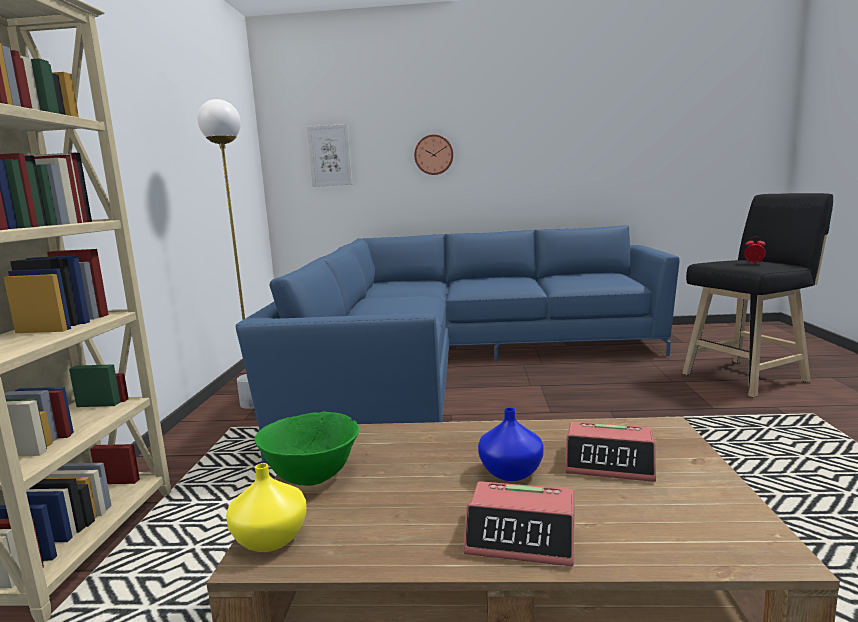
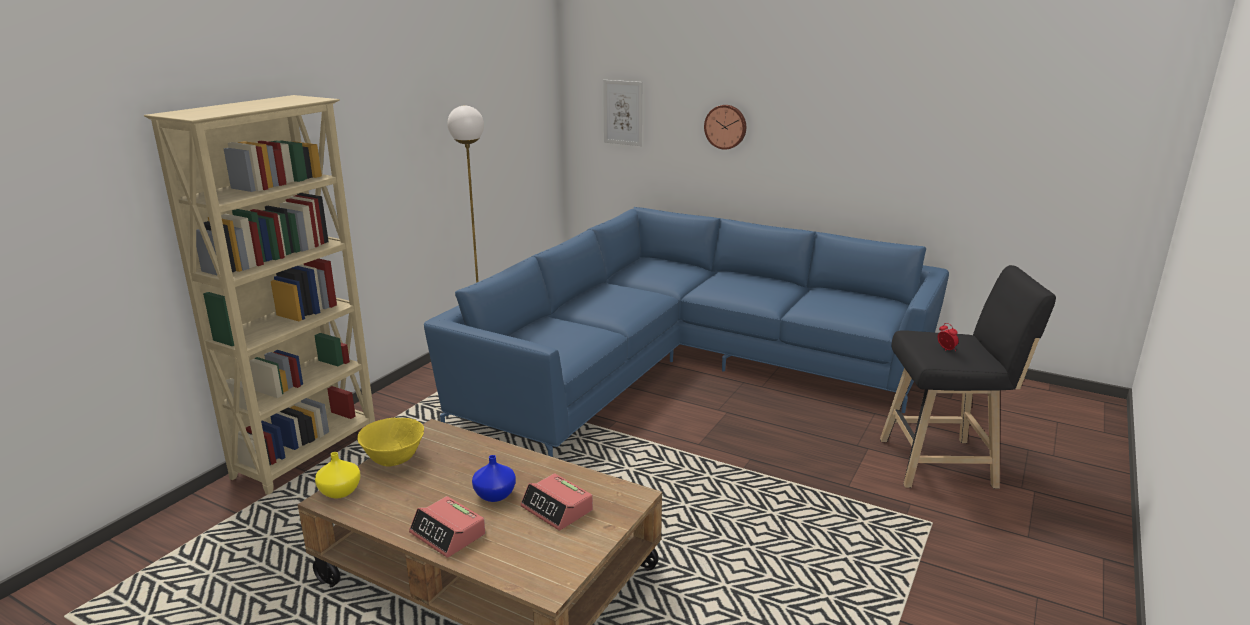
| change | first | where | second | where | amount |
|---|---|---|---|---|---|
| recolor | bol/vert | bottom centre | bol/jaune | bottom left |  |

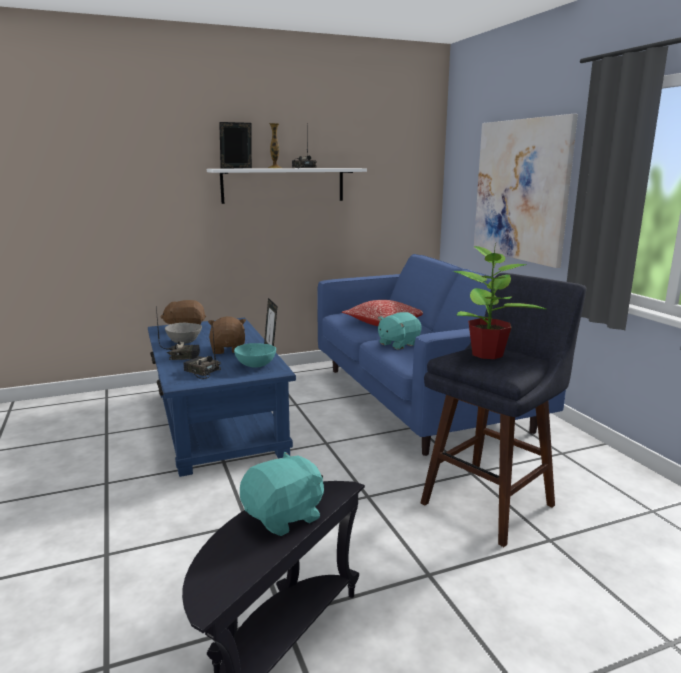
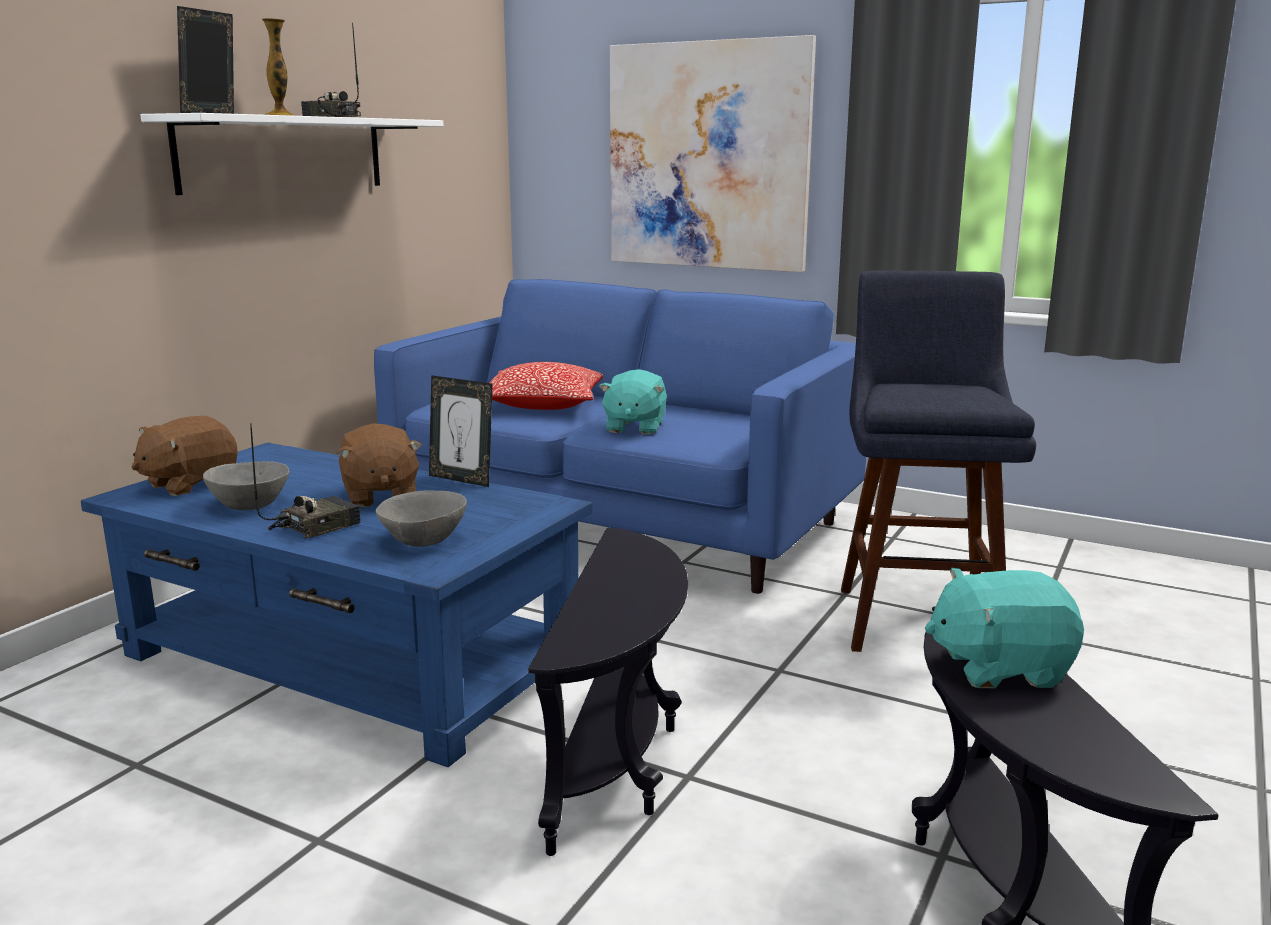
| change | first | where | second | where | amount |
|---|---|---|---|---|---|
| delete | bol/turquoise | centre |  |  |  |
| delete | plante en pot | middle right |  |  |  |
| insert |  |  | table d'appoint/noir (1st from left) | bottom centre |  |
| replace | radio (2nd from left) | middle left | bol/gris (2nd from left) | middle left |  |
| rotate | peluche/marron (2nd from left) | centre |  | middle left | 150 degrees counterclockwise |
| rotate | peluche/turquoise (1st from left in the first image) | bottom centre | peluche/turquoise (2nd from left) | bottom right | 105 degrees counterclockwise |

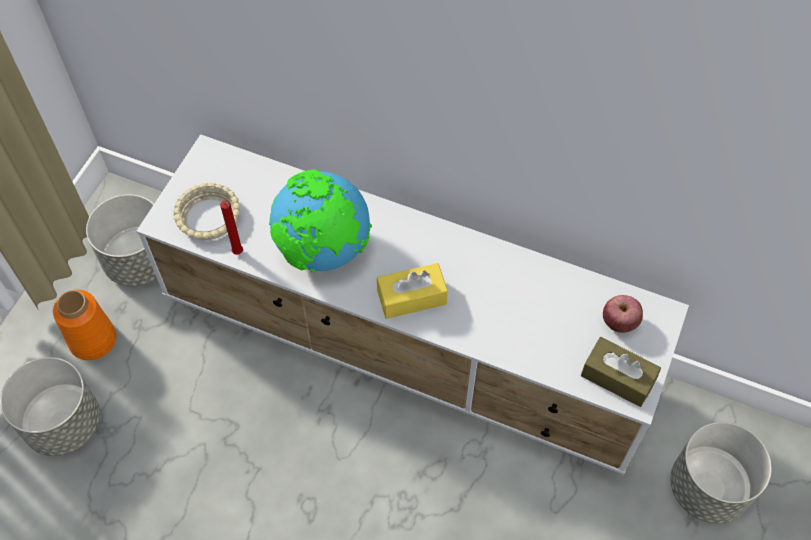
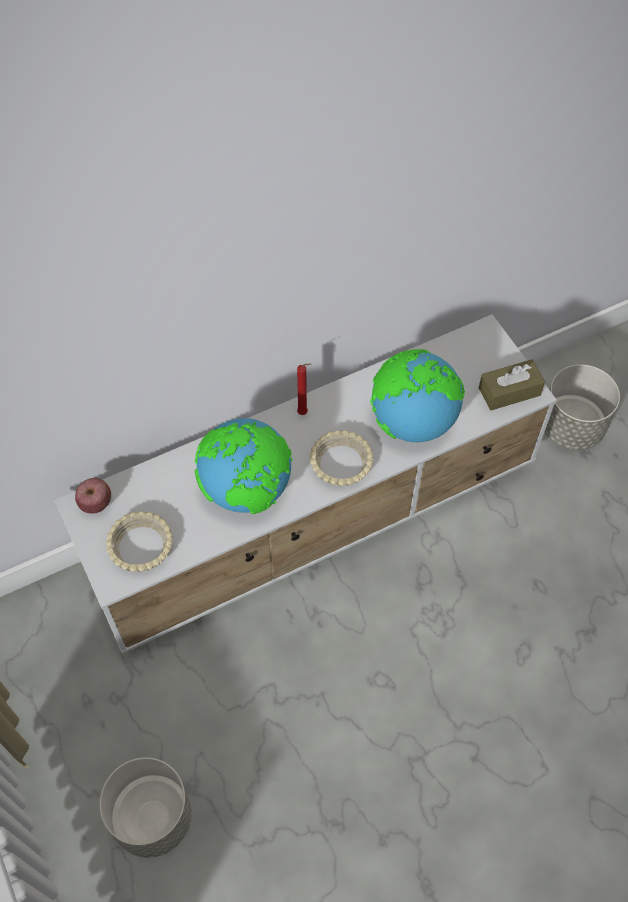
| change | first | where | second | where | amount |
|---|---|---|---|---|---|
| delete | vase/orange | middle left |  |  |  |
| delete | cache-pot/gris (2nd from left) | middle left |  |  |  |
| insert |  |  | globe (2nd from left) | centre |  |
| move | bougie/rouge | middle left |  | centre |  |
| move | pomme | middle right |  | middle left |  |
| replace | boîte à mouchoirs/jaune | centre | bol/beige (2nd from left) | centre |  |

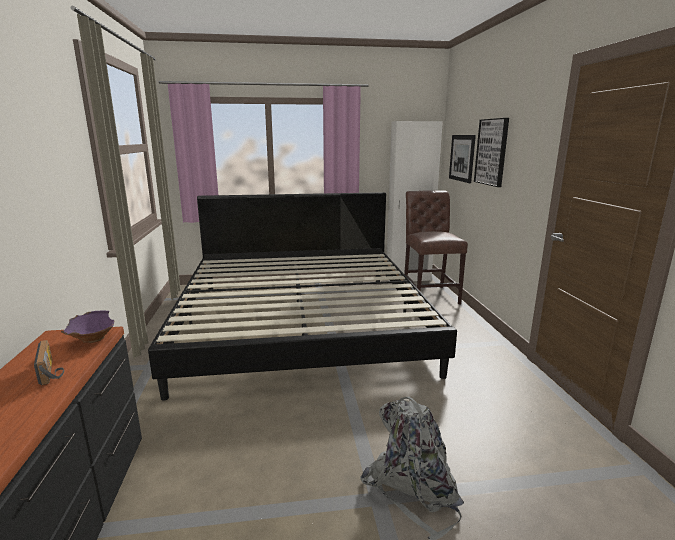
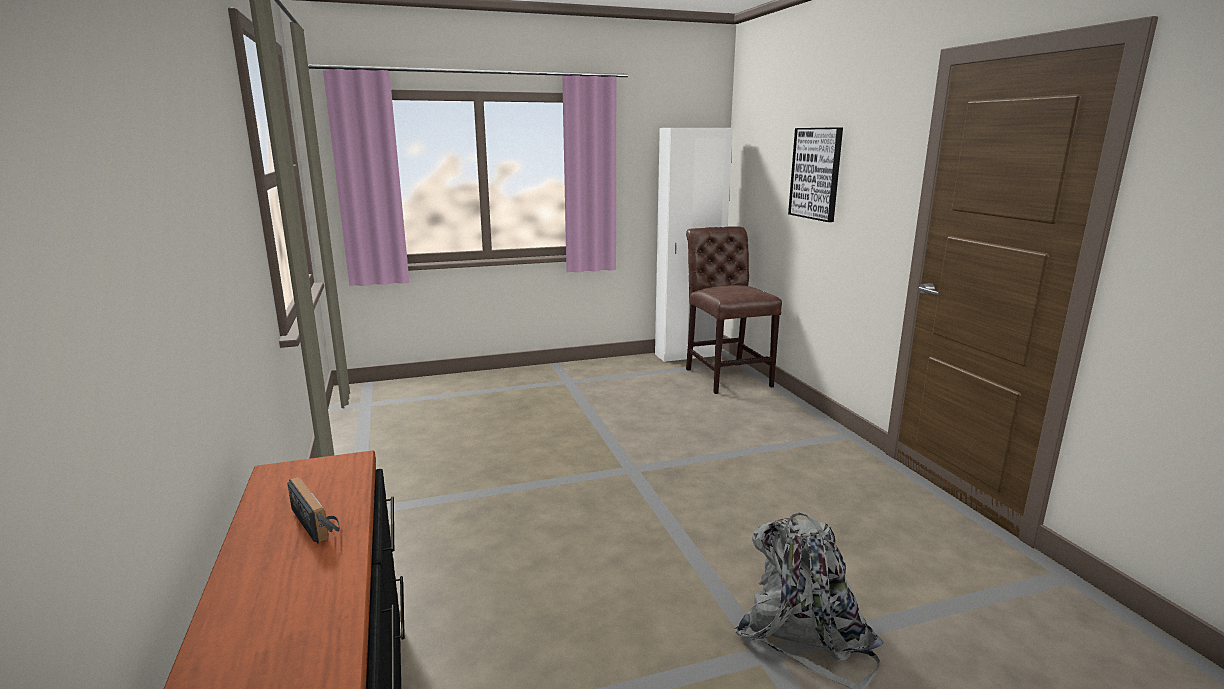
| change | first | where | second | where | amount |
|---|---|---|---|---|---|
| delete | bol/violet | middle left |  |  |  |
| delete | lit | centre |  |  |  |
| delete | tableau (1st from left) | top right |  |  |  |

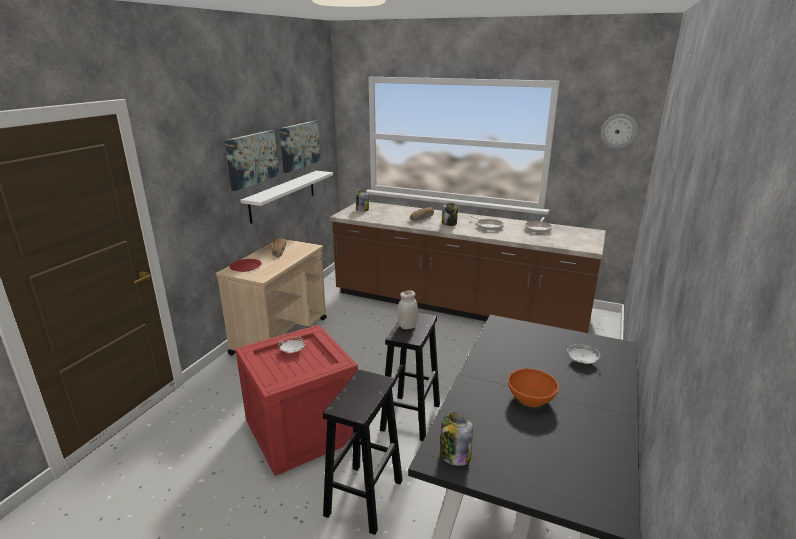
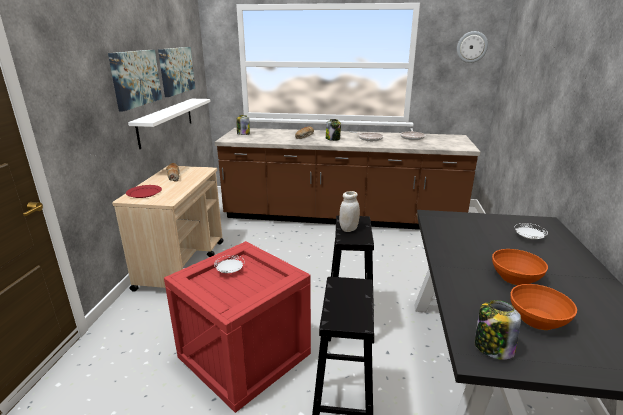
| change | first | where | second | where | amount |
|---|---|---|---|---|---|
| insert |  |  | bol/orange (2nd from left) | bottom right |  |

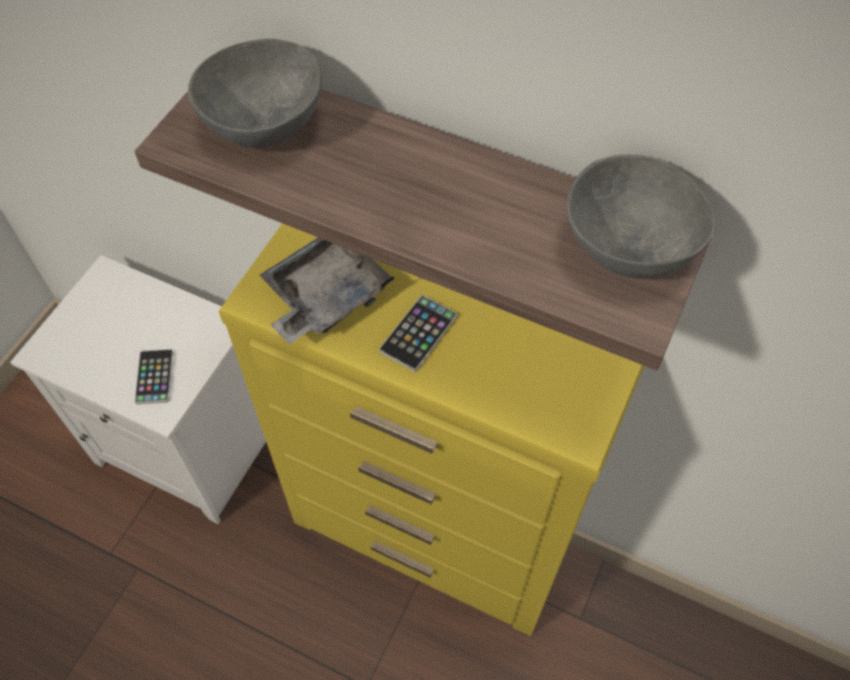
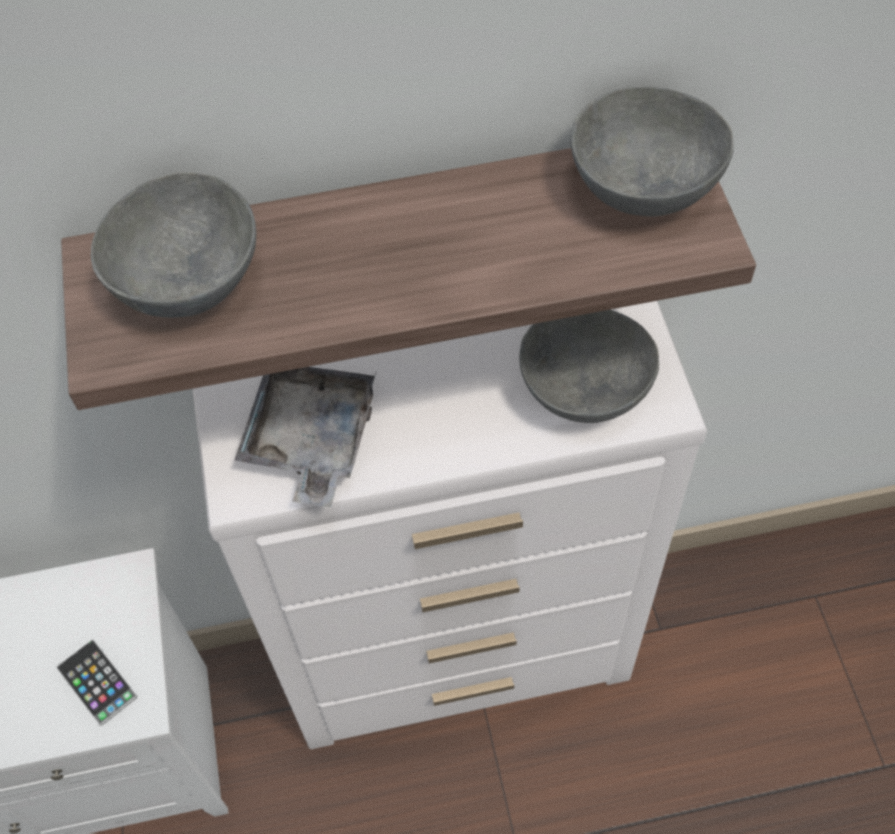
| change | first | where | second | where | amount |
|---|---|---|---|---|---|
| delete | téléphone (2nd from left) | centre |  |  |  |
| insert |  |  | bol/gris (2nd from left) | centre |  |
| recolor | commode/jaune | centre | commode/blanc | centre |  |

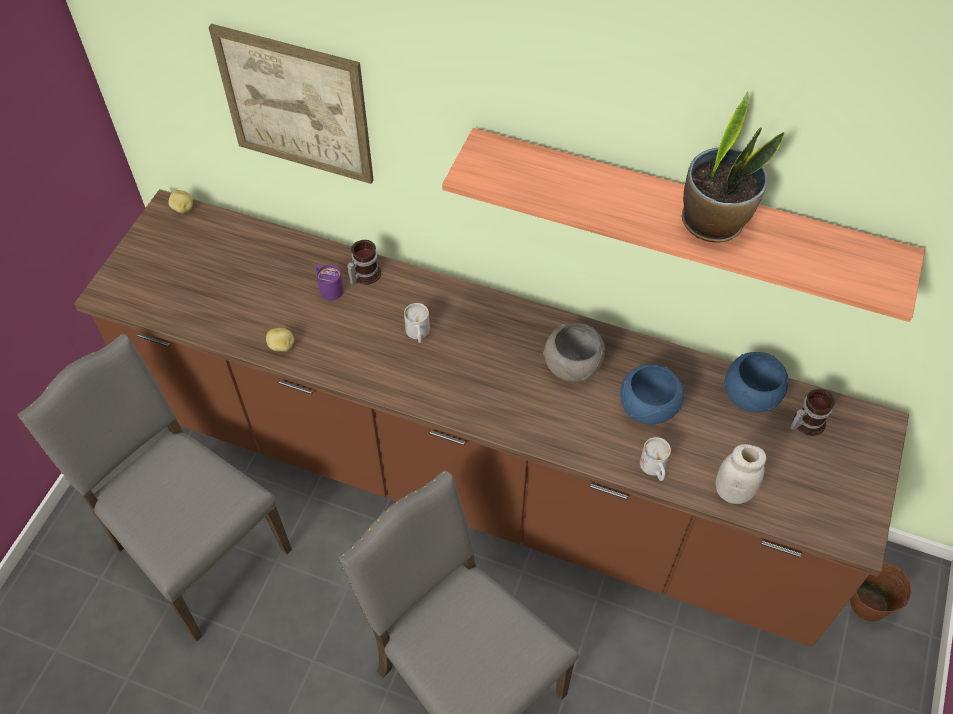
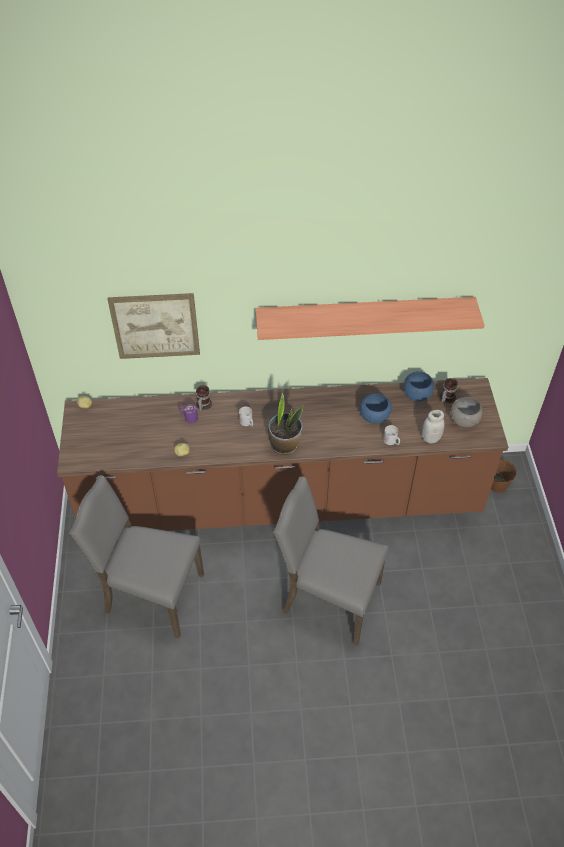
| change | first | where | second | where | amount |
|---|---|---|---|---|---|
| move | bol/gris | centre |  | middle right |  |
| move | plante en pot | top right |  | centre |  |

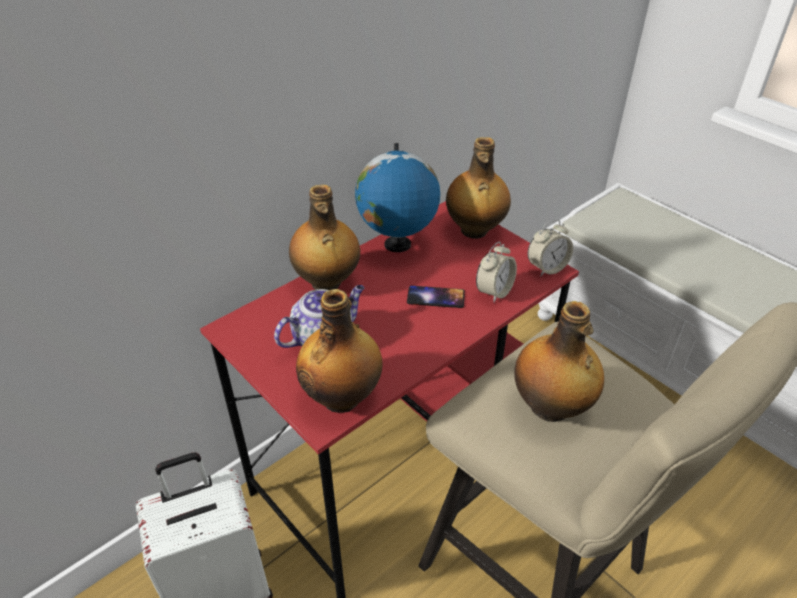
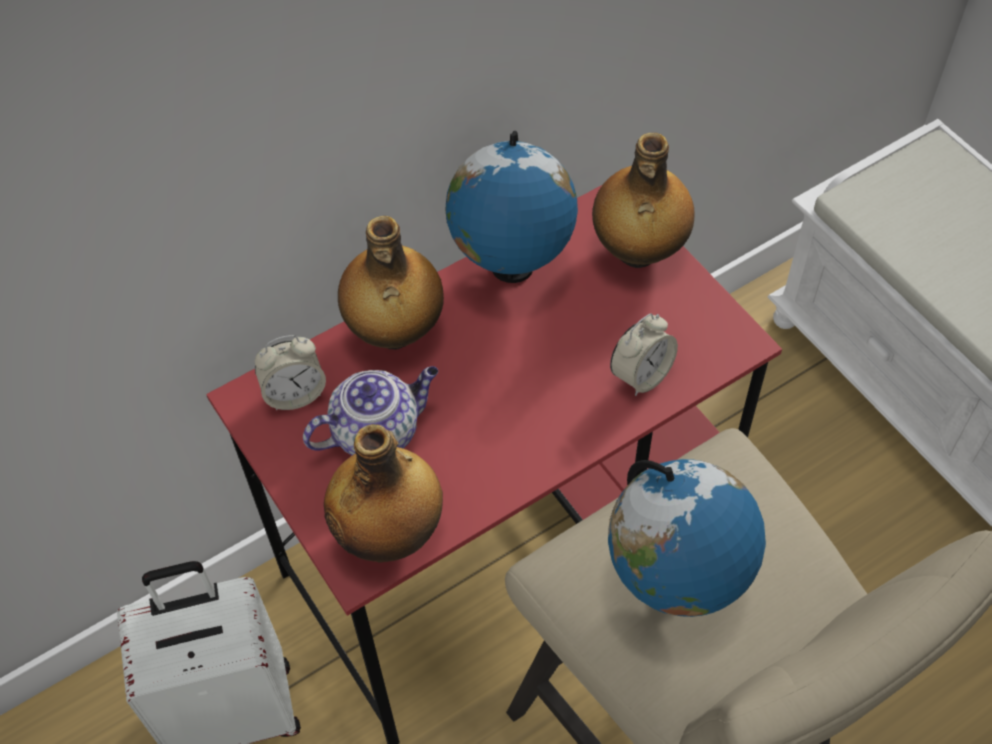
| change | first | where | second | where | amount |
|---|---|---|---|---|---|
| delete | téléphone | centre |  |  |  |
| move | réveil (2nd from left in the first image) | middle right | réveil (1st from left) | middle left |  |
| replace | bouteille (4th from left) | middle right | globe (2nd from left) | bottom right |  |

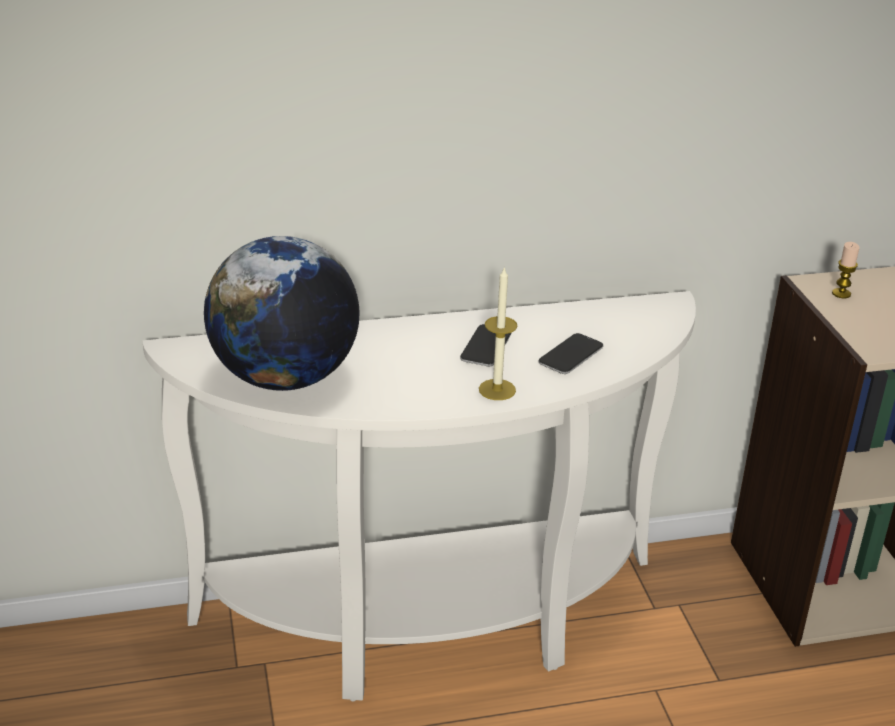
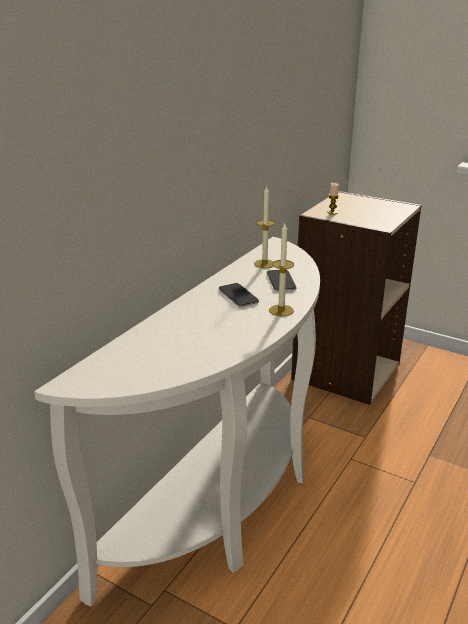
| change | first | where | second | where | amount |
|---|---|---|---|---|---|
| delete | globe | middle left |  |  |  |
| insert |  |  | bougie (1st from left) | centre |  |

